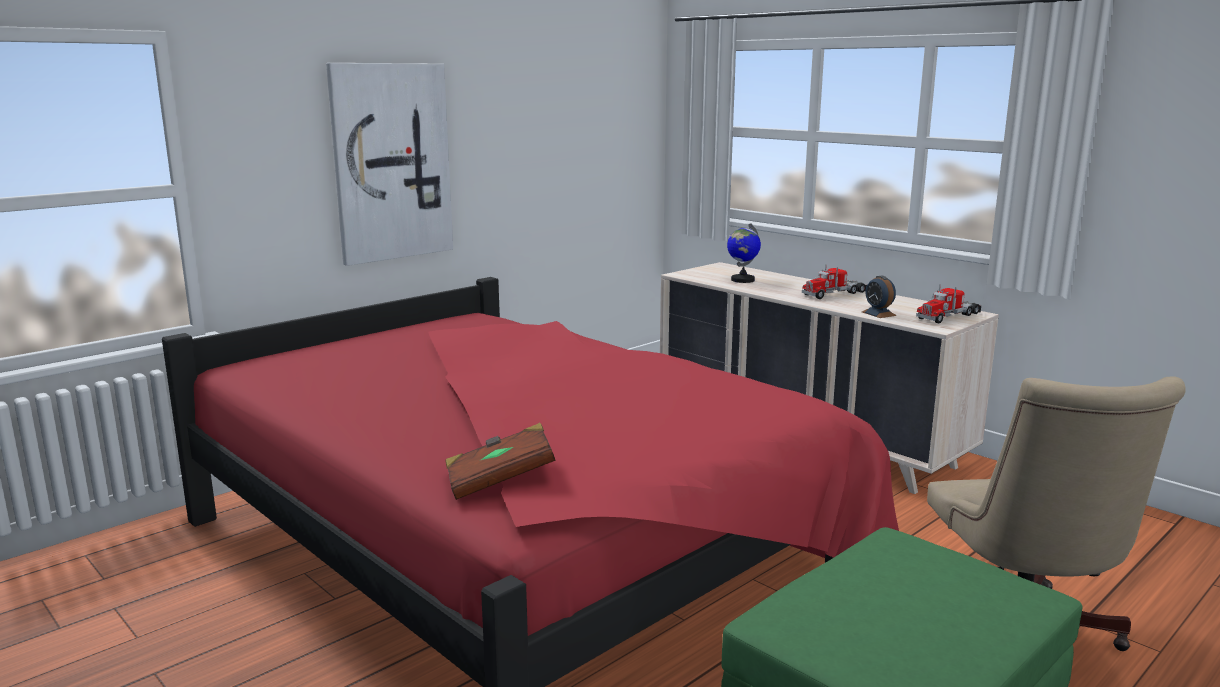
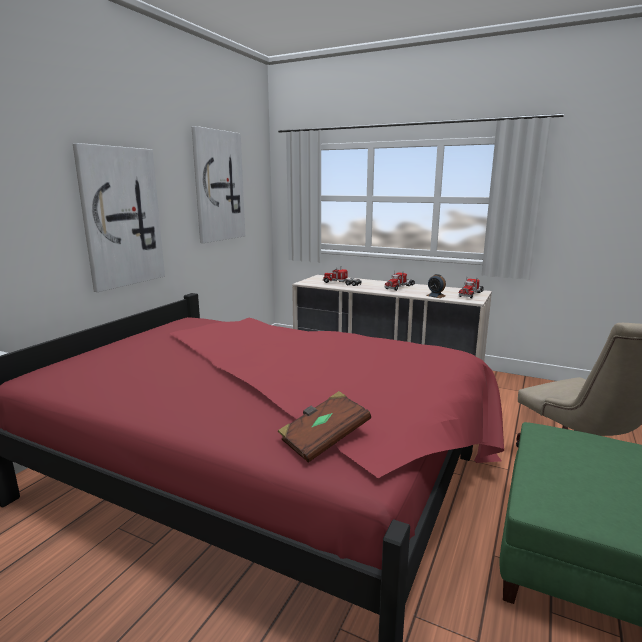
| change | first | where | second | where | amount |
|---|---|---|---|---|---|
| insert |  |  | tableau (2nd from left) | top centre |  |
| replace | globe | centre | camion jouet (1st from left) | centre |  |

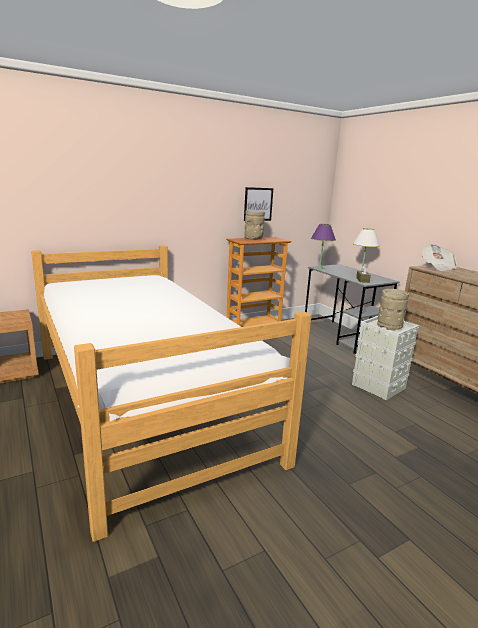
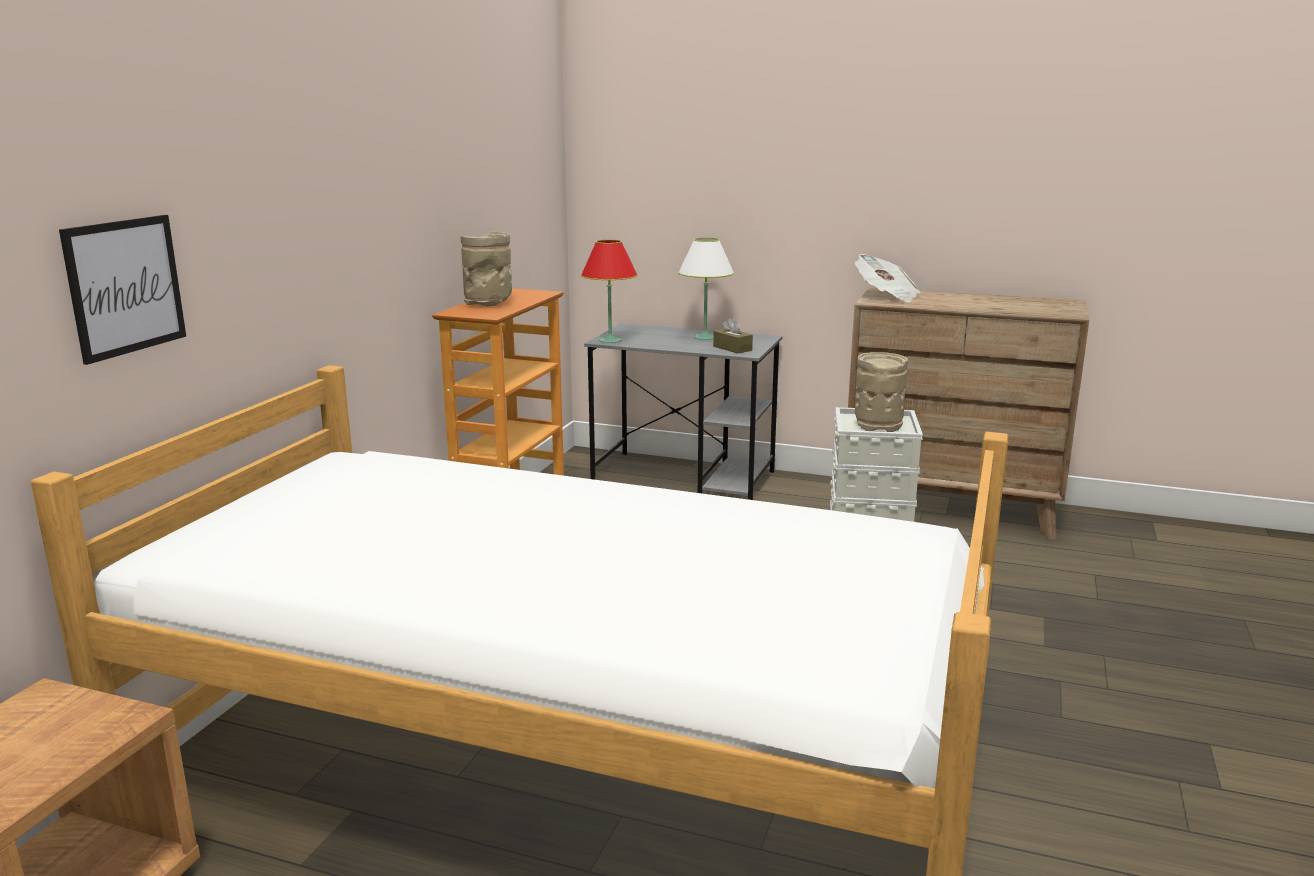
| change | first | where | second | where | amount |
|---|---|---|---|---|---|
| move | tableau | top centre |  | top left |  |
| recolor | lampe de table/violet | middle right | lampe de table/rouge | top centre |  |

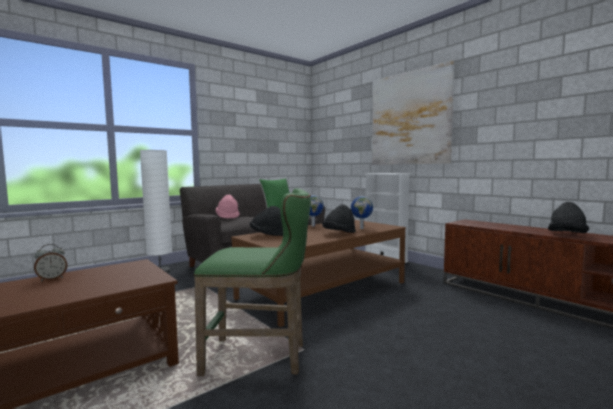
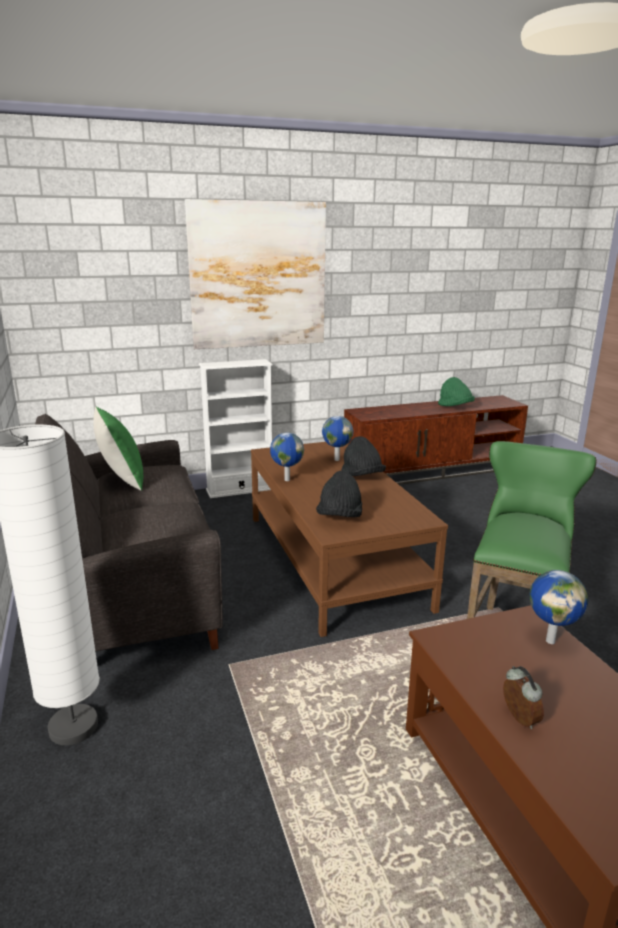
| change | first | where | second | where | amount |
|---|---|---|---|---|---|
| delete | chapeau/rose | centre |  |  |  |
| insert |  |  | globe (3rd from left) | middle right |  |
| recolor | chapeau/noir (3rd from left) | middle right | chapeau/vert | middle right |  |

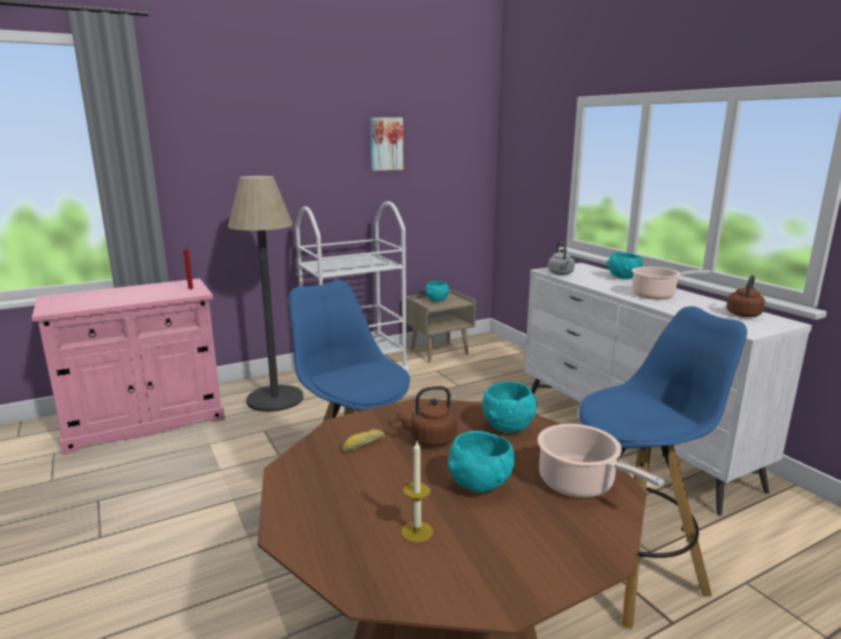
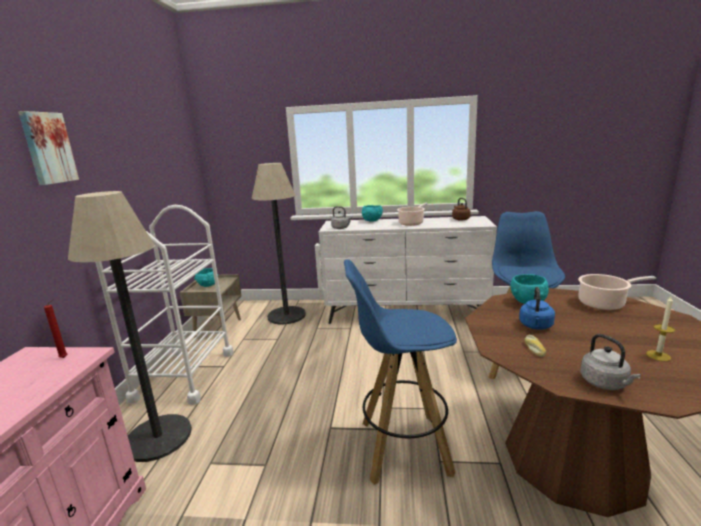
| change | first | where | second | where | amount |
|---|---|---|---|---|---|
| delete | bol/turquoise (2nd from left) | bottom centre |  |  |  |
| insert |  |  | lampadaire (2nd from left) | centre |  |
| insert |  |  | bouilloire/gris (2nd from left) | bottom right |  |
| move | tableau | top centre |  | top left |  |
| recolor | bouilloire/marron (1st from left) | centre | bouilloire/bleu | middle right |  |

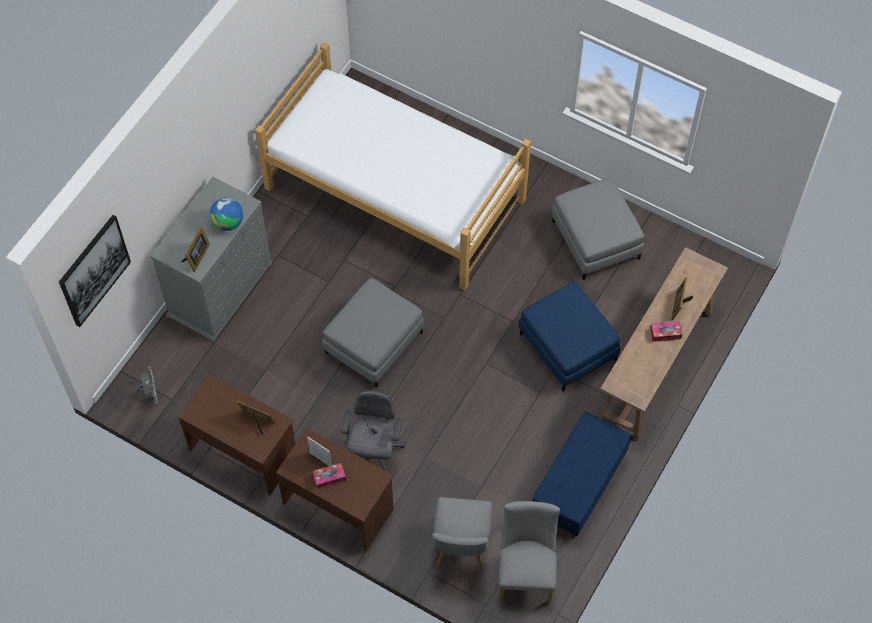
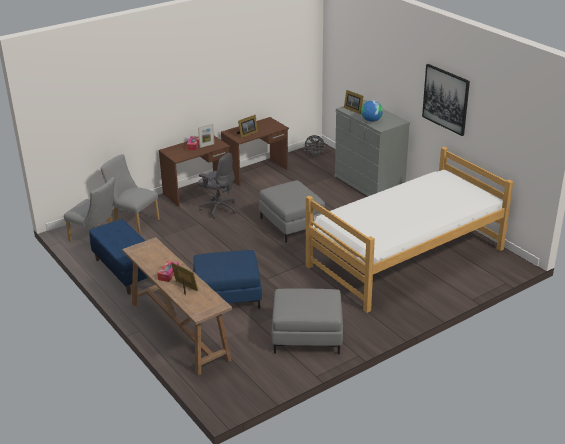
| change | first | where | second | where | amount |
|---|---|---|---|---|---|
| move | tableau | middle left |  | top right |  |

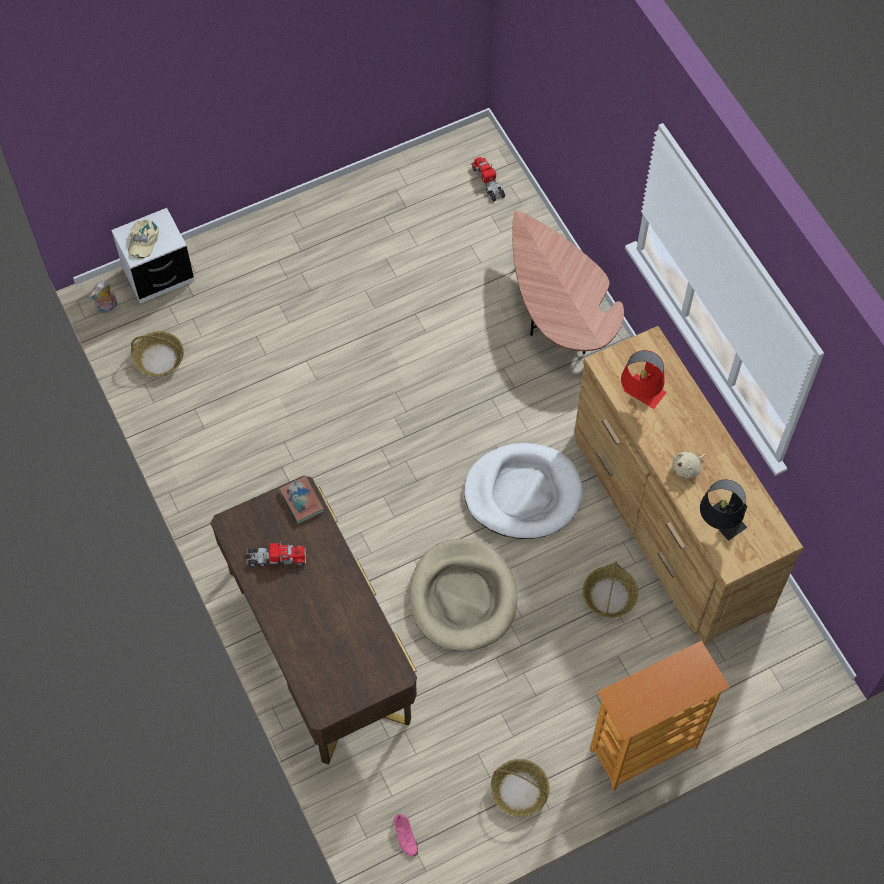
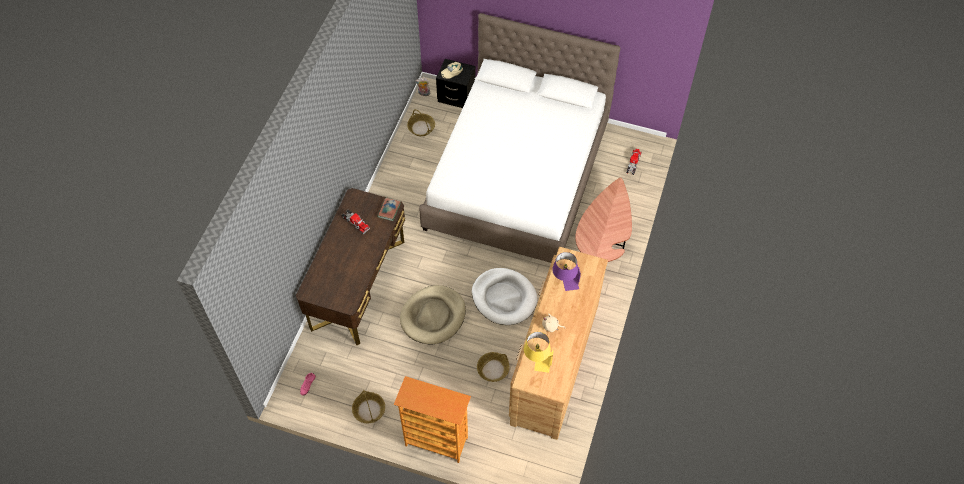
| change | first | where | second | where | amount |
|---|---|---|---|---|---|
| insert |  |  | lit/blanc | top centre |  |
| recolor | table de chevet/blanc | top left | table de chevet/noir | top centre |  |
| recolor | lampe de table/rouge | middle right | lampe de table/violet | centre |  |
| recolor | lampe de table/noir | middle right | lampe de table/jaune | bottom centre |  |

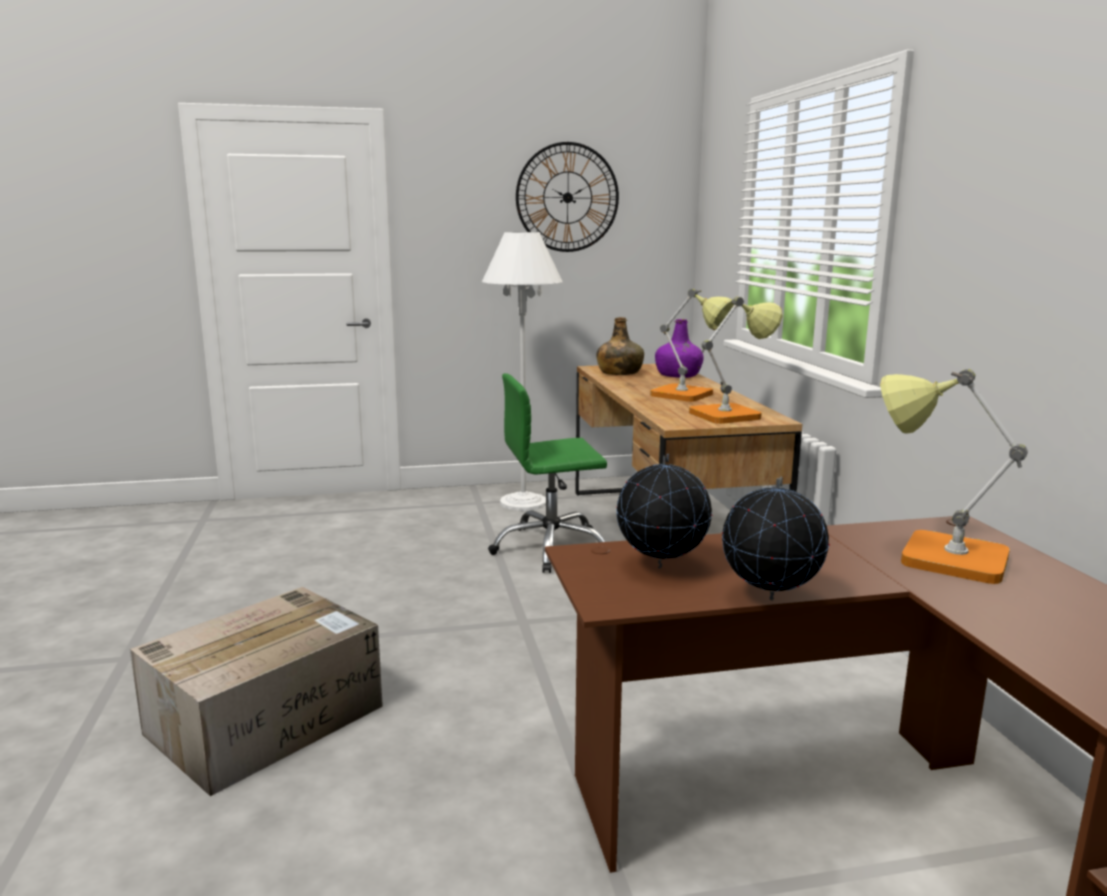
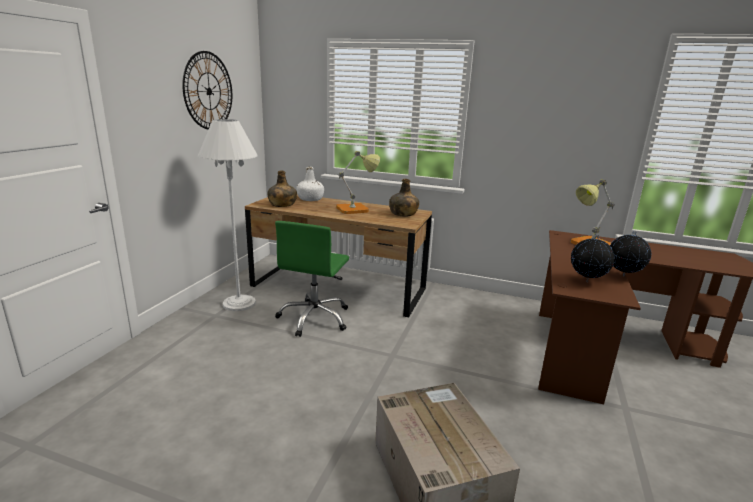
| change | first | where | second | where | amount |
|---|---|---|---|---|---|
| replace | lampe de table (2nd from left) | centre | bouteille/vert (2nd from left) | centre |  |
| recolor | bouteille/violet | centre | bouteille/blanc | centre |  |

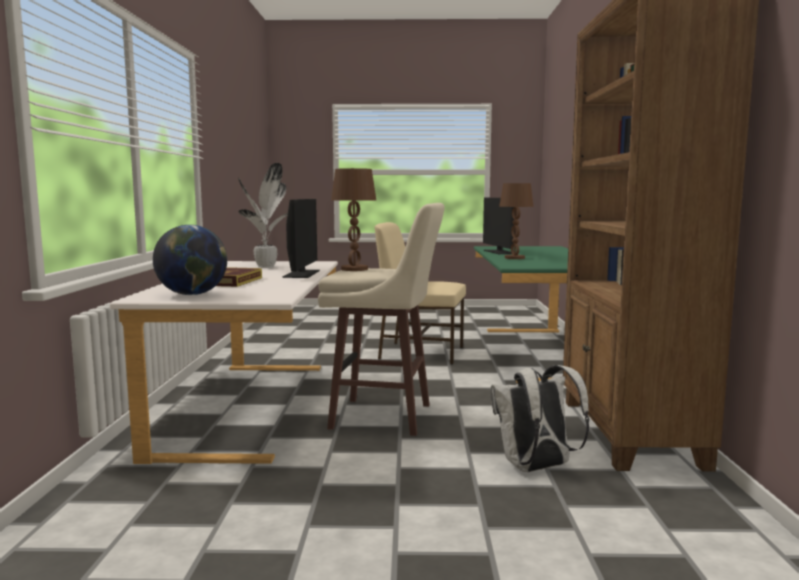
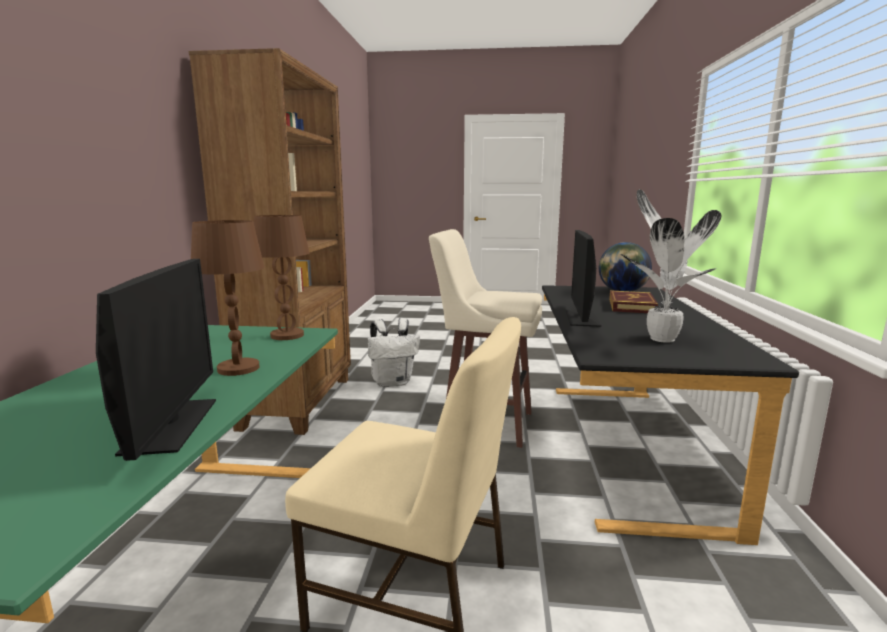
| change | first | where | second | where | amount |
|---|---|---|---|---|---|
| move | lampe de table/marron (1st from left in the first image) | centre | lampe de table/marron (2nd from left) | middle left |  |
| recolor | bureau/blanc | middle left | bureau/noir | middle right |  |

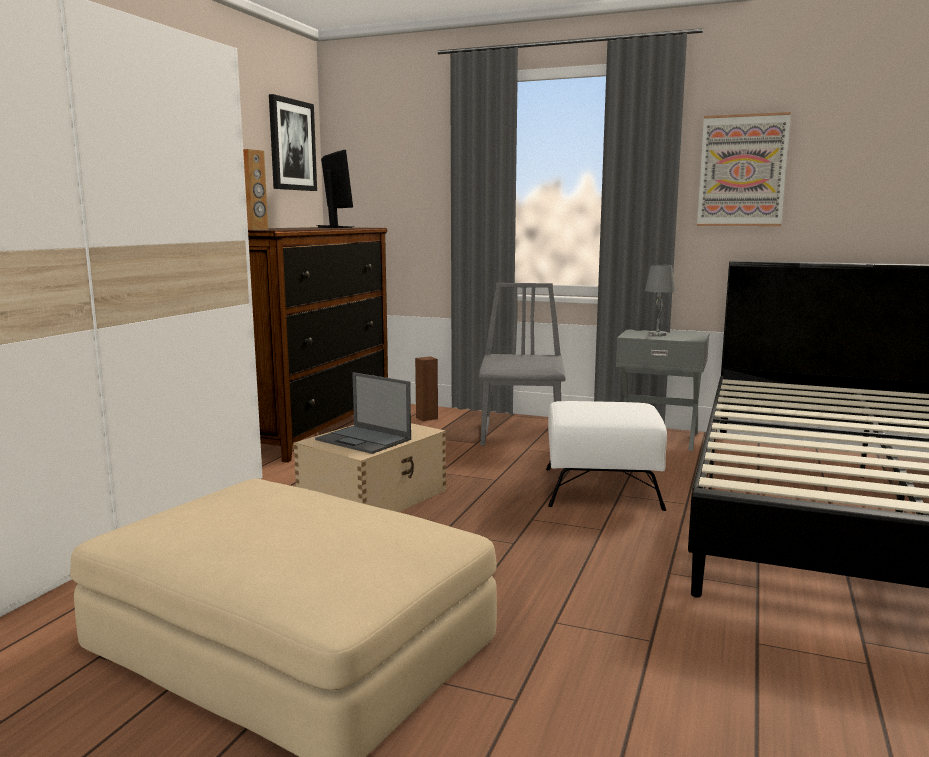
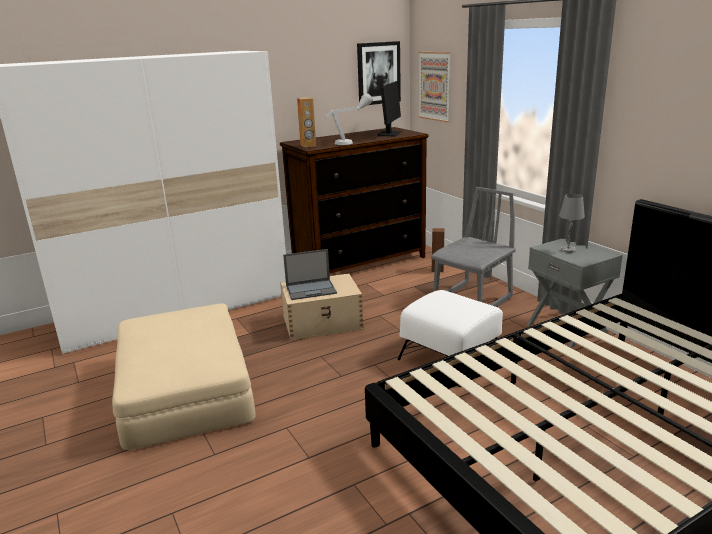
| change | first | where | second | where | amount |
|---|---|---|---|---|---|
| insert |  |  | lampe de table/gris (1st from left) | top centre |  |
| move | tableau (2nd from left) | top right |  | top centre |  |
| rotate | ordinateur portable | centre |  | centre | 90 degrees counterclockwise |

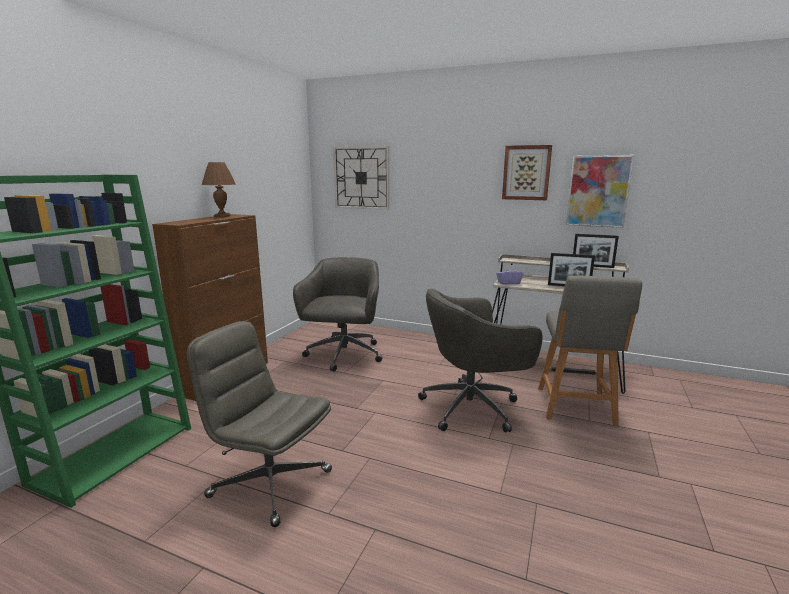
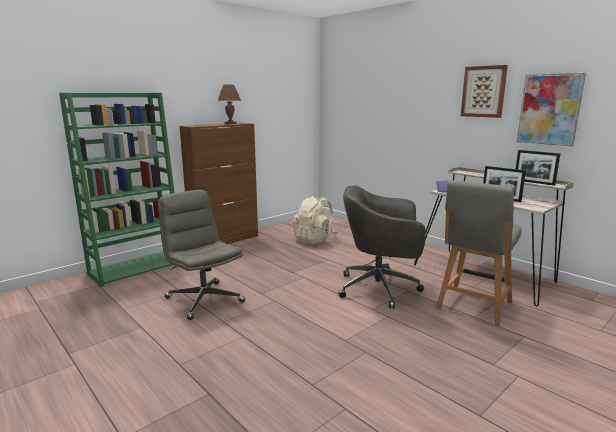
| change | first | where | second | where | amount |
|---|---|---|---|---|---|
| delete | horloge murale | top centre |  |  |  |
| replace | chaise de bureau/gris (2nd from left) | centre | sac à dos/beige | centre |  |

